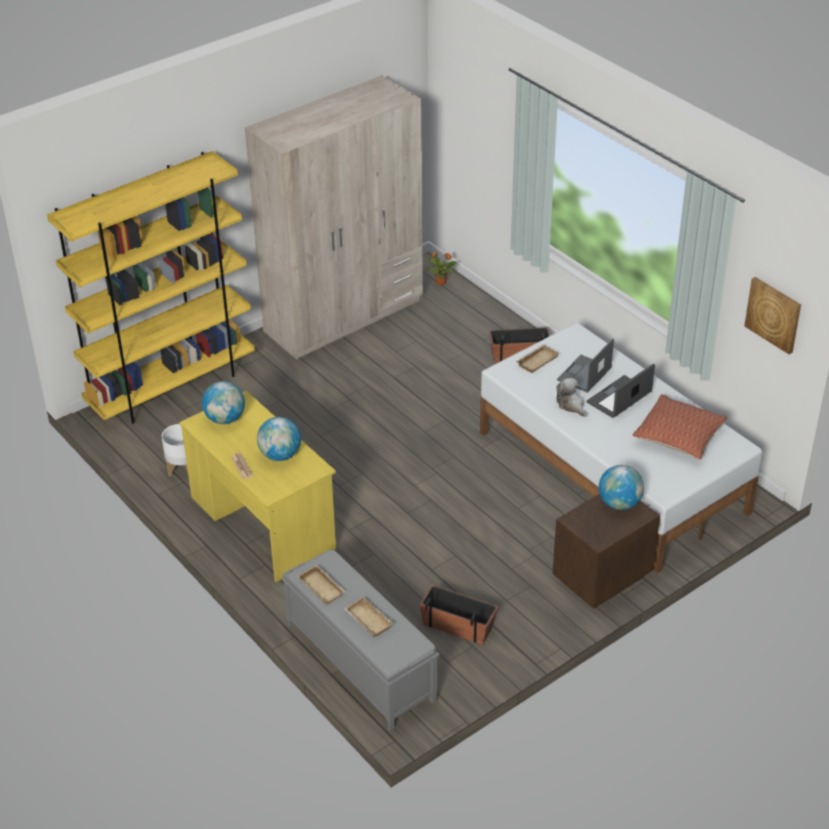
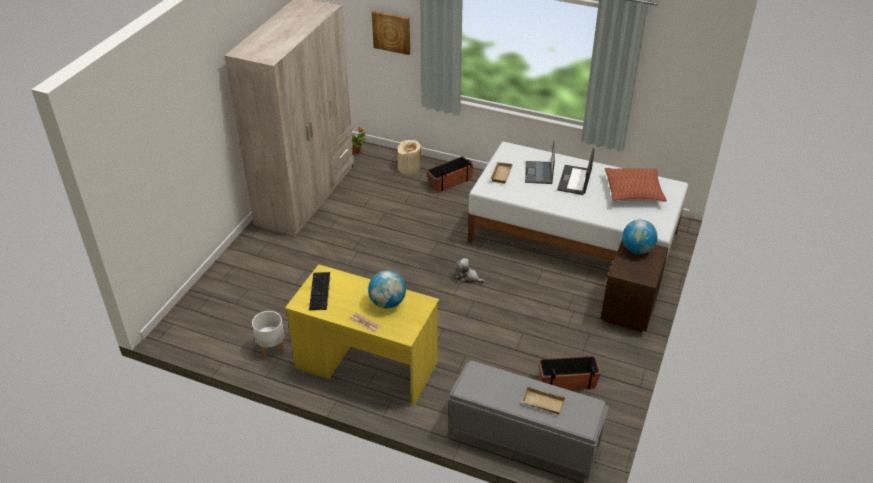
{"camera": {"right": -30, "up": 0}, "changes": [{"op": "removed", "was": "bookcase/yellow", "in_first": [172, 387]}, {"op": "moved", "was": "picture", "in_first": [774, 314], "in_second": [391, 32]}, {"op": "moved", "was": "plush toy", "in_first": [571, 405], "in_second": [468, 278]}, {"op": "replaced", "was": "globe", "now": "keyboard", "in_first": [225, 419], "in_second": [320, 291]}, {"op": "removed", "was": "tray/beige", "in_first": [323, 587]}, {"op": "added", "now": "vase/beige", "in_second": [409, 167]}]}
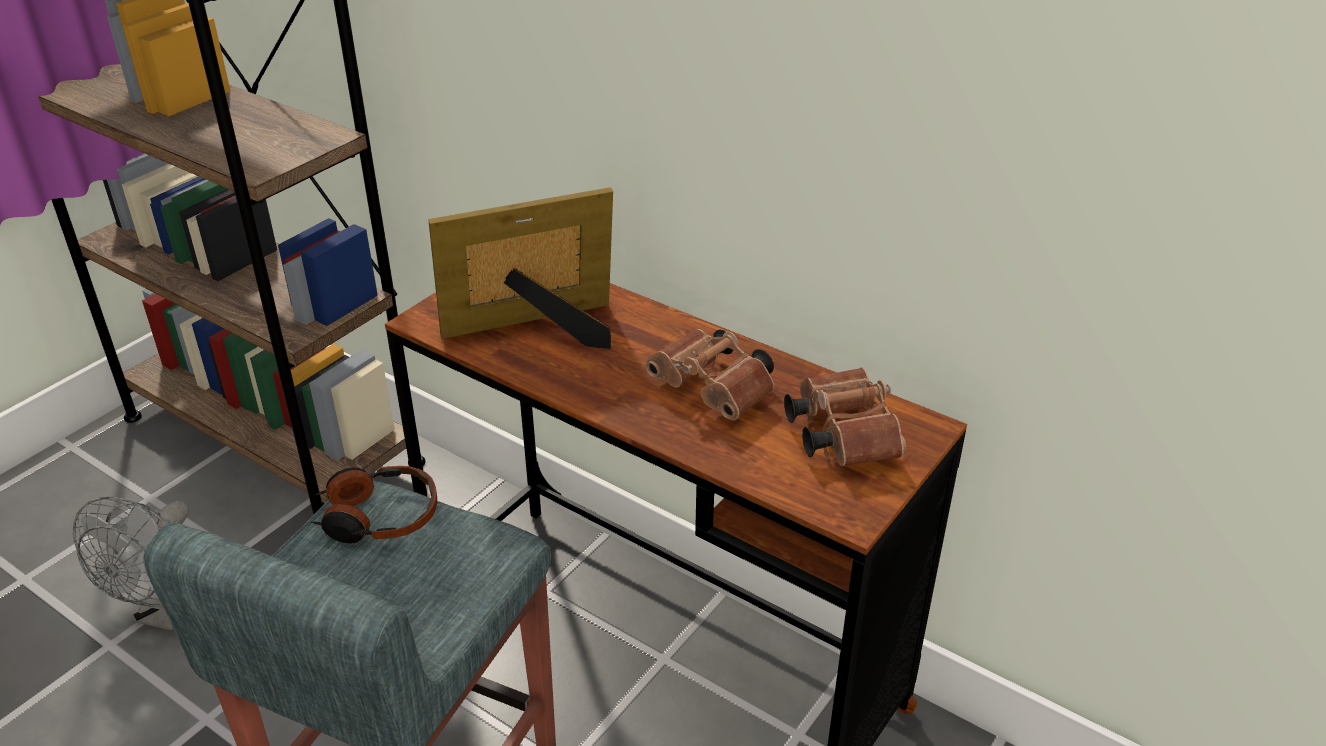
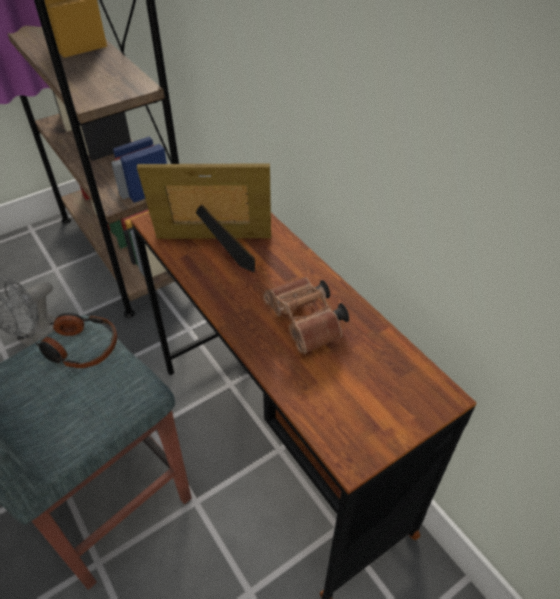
{"camera": {"right": 20, "up": 10}, "changes": [{"op": "removed", "was": "binoculars/brown", "in_first": [840, 434]}]}
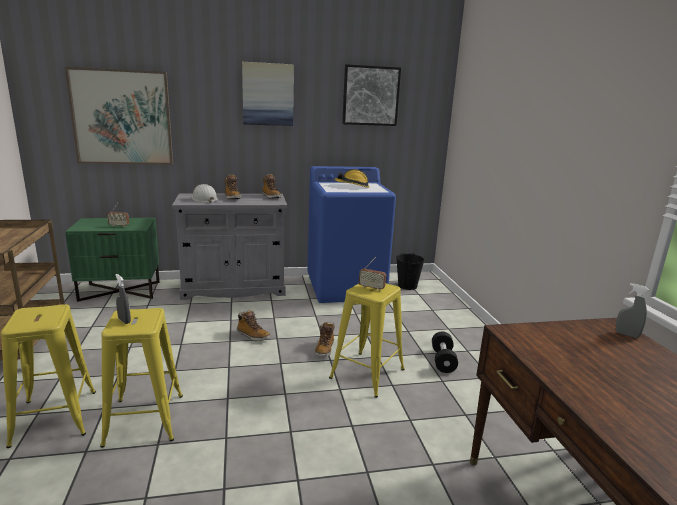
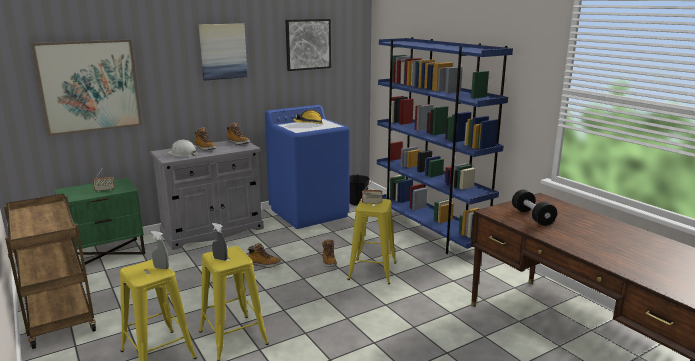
{"camera": {"right": -20, "up": 0}, "changes": [{"op": "moved", "was": "spray bottle/grey", "in_first": [627, 334], "in_second": [161, 268]}, {"op": "moved", "was": "dumbbell/black", "in_first": [443, 360], "in_second": [532, 217]}, {"op": "added", "now": "bookcase/blue", "in_second": [429, 231]}]}
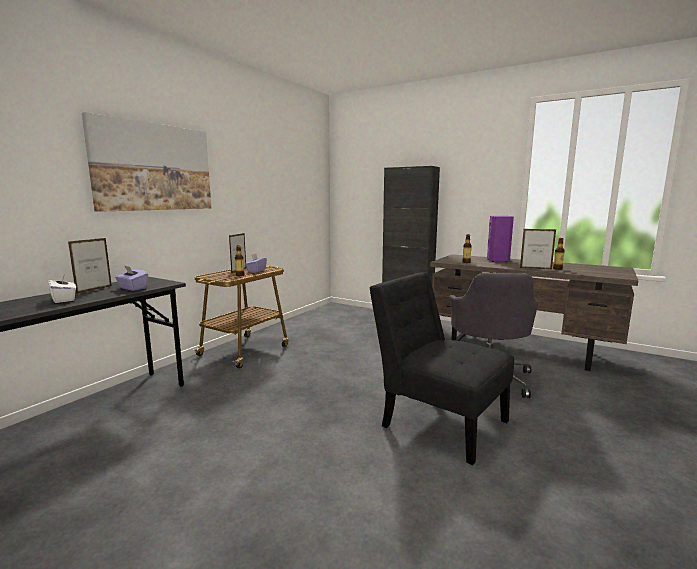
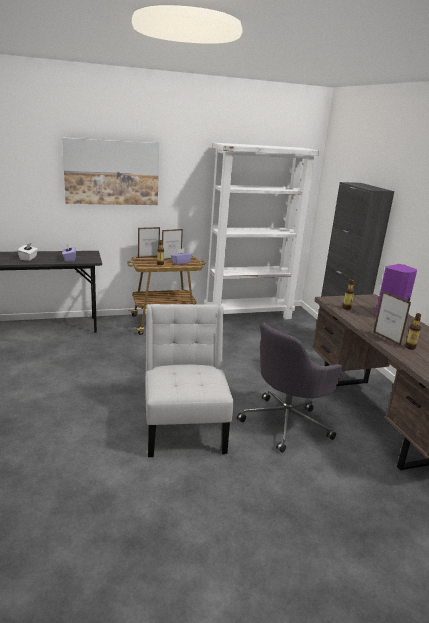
{"camera": {"right": 40, "up": 10}, "changes": [{"op": "moved", "was": "picture frame", "in_first": [94, 289], "in_second": [148, 257]}, {"op": "recoloured", "was": "chair/black", "now": "chair/white", "in_first": [438, 421], "in_second": [184, 426]}, {"op": "added", "now": "bookcase/white", "in_second": [248, 315]}]}
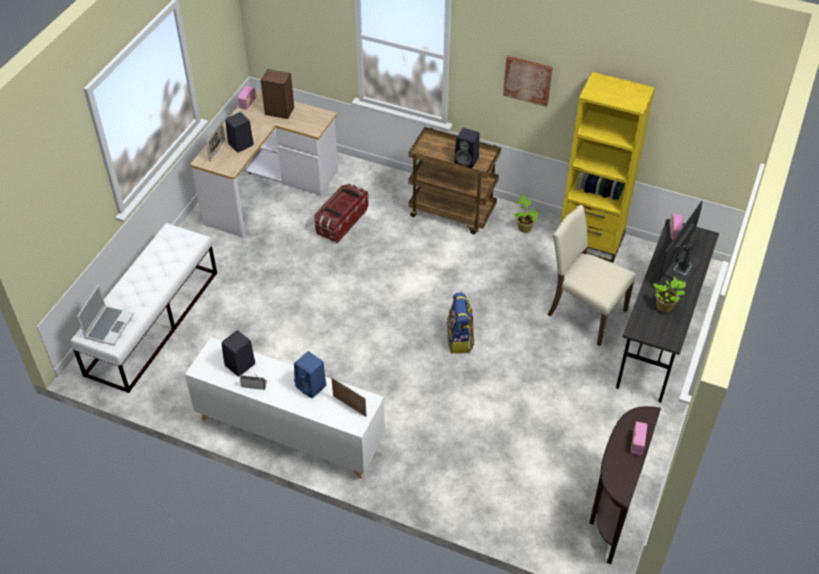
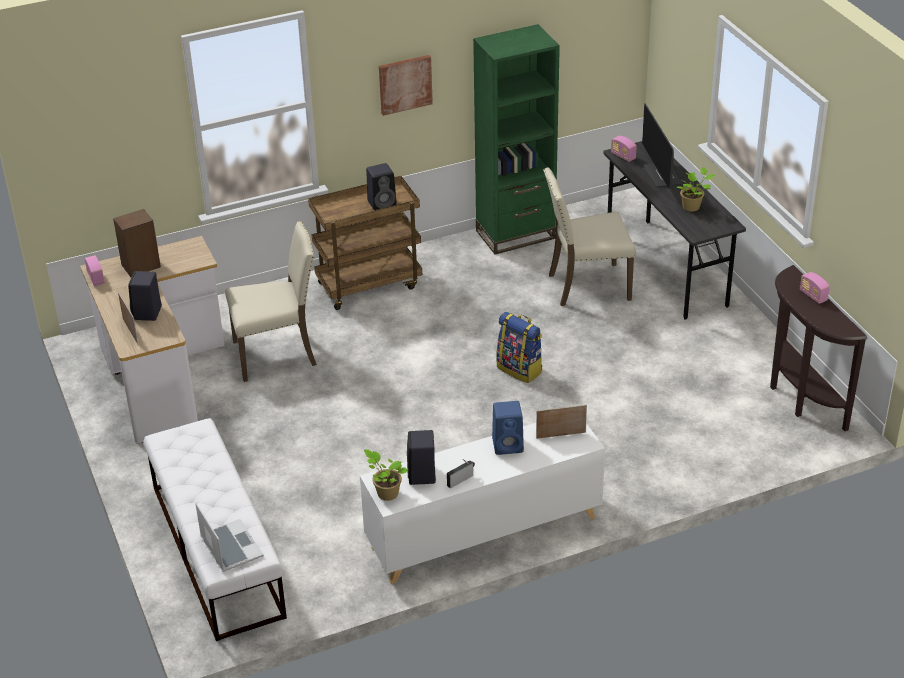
{"camera": {"right": -45, "up": -10}, "changes": [{"op": "recoloured", "was": "bookcase/yellow", "now": "bookcase/green", "in_first": [590, 241], "in_second": [515, 234]}, {"op": "replaced", "was": "storage box", "now": "chair/beige", "in_first": [341, 222], "in_second": [277, 354]}, {"op": "moved", "was": "potted plant", "in_first": [524, 227], "in_second": [386, 493]}]}
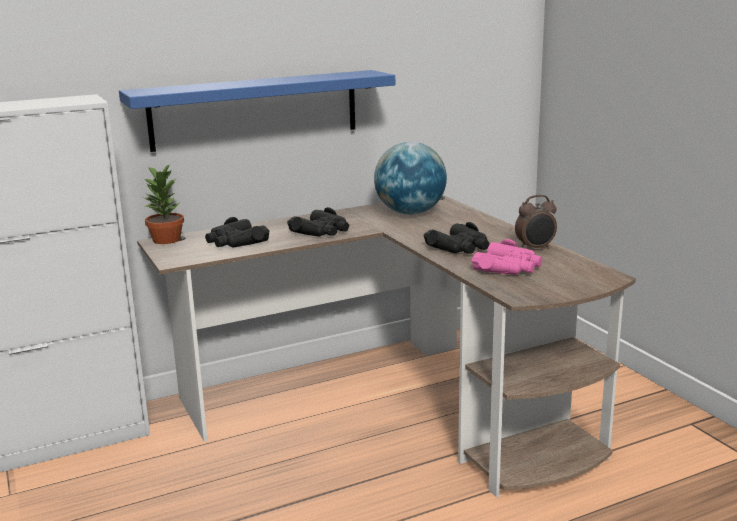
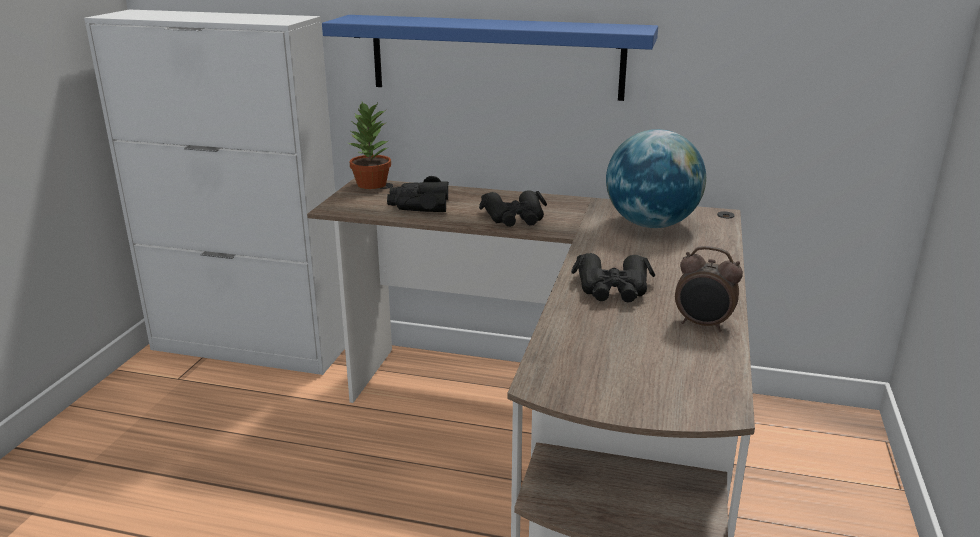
{"camera": {"right": 40, "up": 5}, "changes": [{"op": "removed", "was": "binoculars/pink", "in_first": [508, 268]}]}
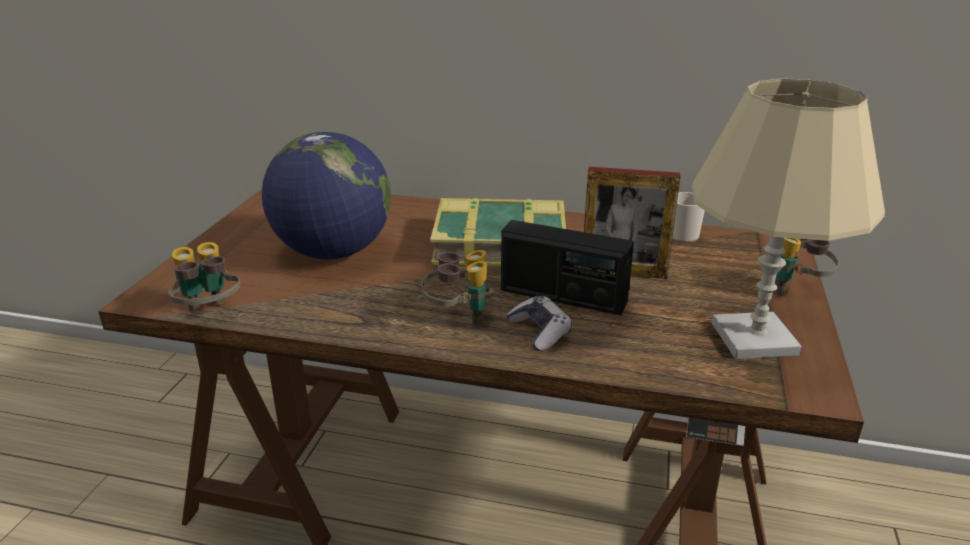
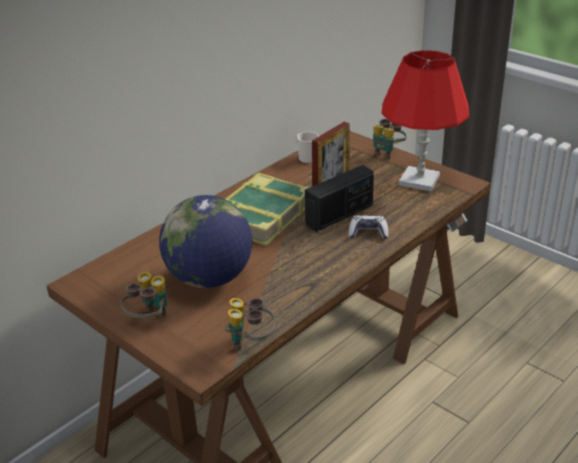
{"camera": {"right": -60, "up": 5}, "changes": [{"op": "recoloured", "was": "table lamp/beige", "now": "table lamp/red", "in_first": [755, 339], "in_second": [419, 180]}, {"op": "moved", "was": "binoculars", "in_first": [458, 317], "in_second": [149, 320]}]}
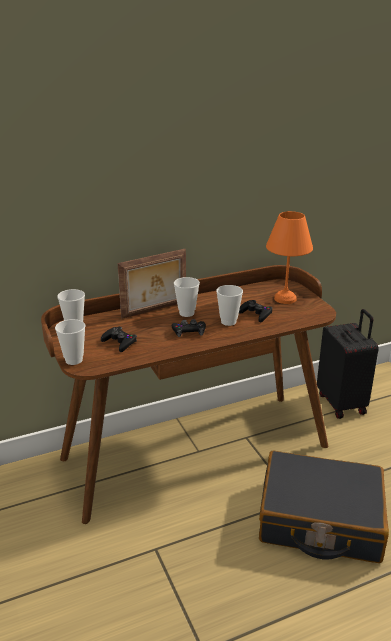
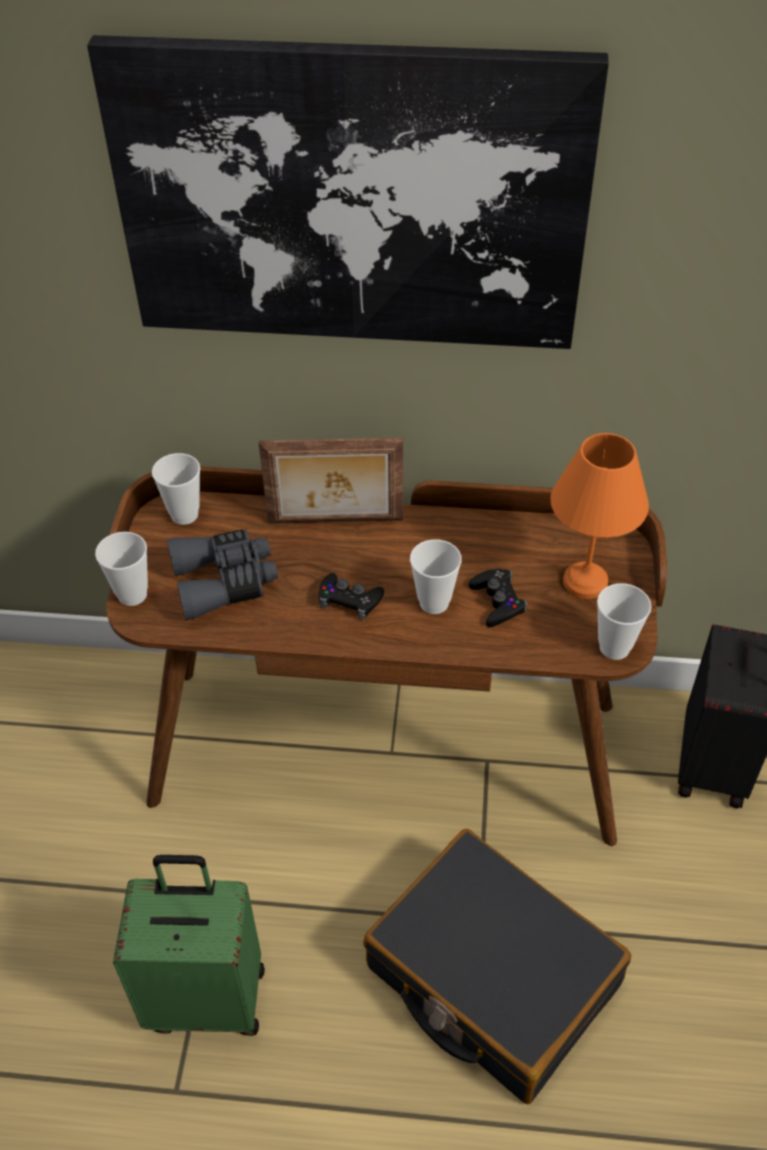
{"camera": {"right": 30, "up": 20}, "changes": [{"op": "moved", "was": "cup", "in_first": [186, 313], "in_second": [614, 647]}, {"op": "replaced", "was": "game controller/black", "now": "binoculars/grey", "in_first": [119, 342], "in_second": [224, 581]}, {"op": "added", "now": "picture", "in_second": [351, 199]}, {"op": "added", "now": "suitcase/green", "in_second": [207, 996]}]}
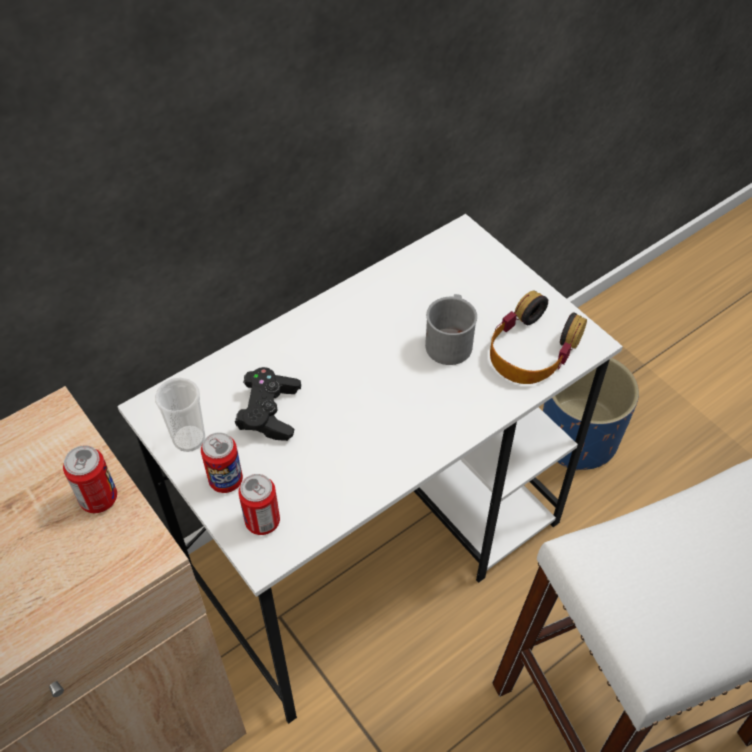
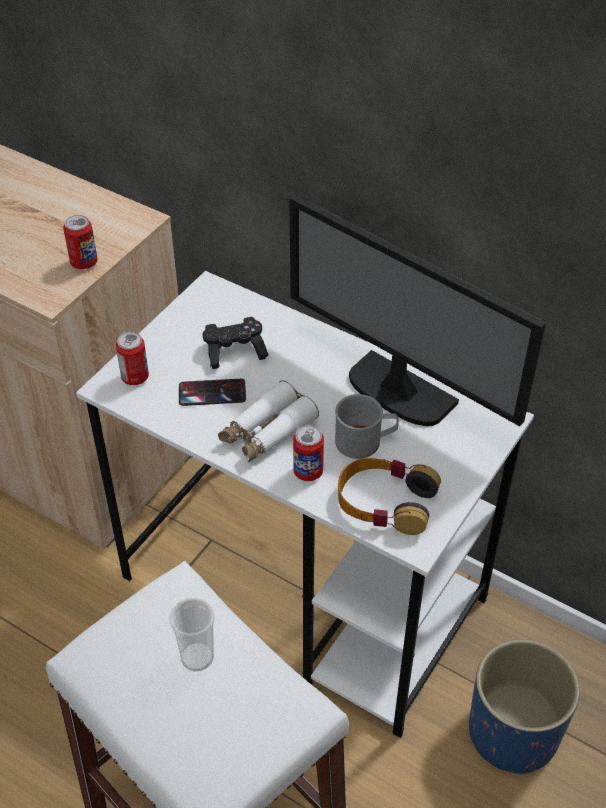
{"camera": {"right": 70, "up": -5}, "changes": [{"op": "moved", "was": "cup", "in_first": [189, 439], "in_second": [197, 657]}, {"op": "moved", "was": "can", "in_first": [226, 480], "in_second": [308, 471]}, {"op": "added", "now": "monitor", "in_second": [398, 393]}, {"op": "added", "now": "phone", "in_second": [212, 393]}, {"op": "added", "now": "binoculars/white", "in_second": [267, 431]}]}
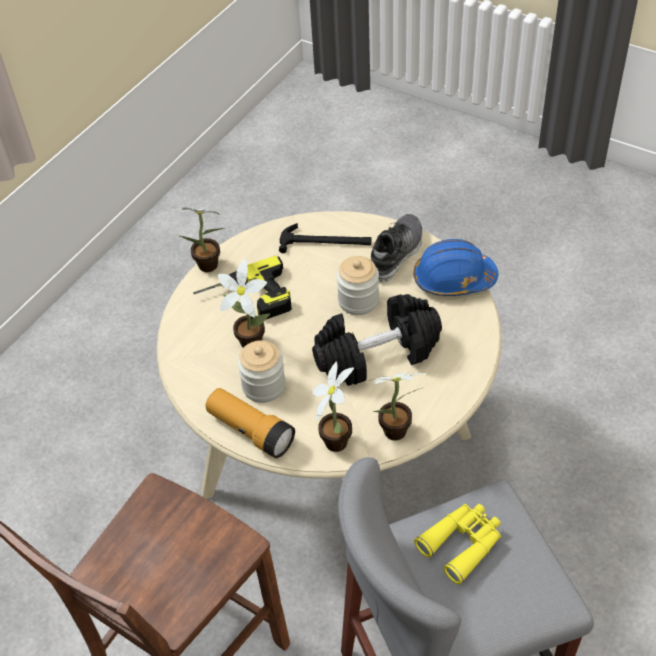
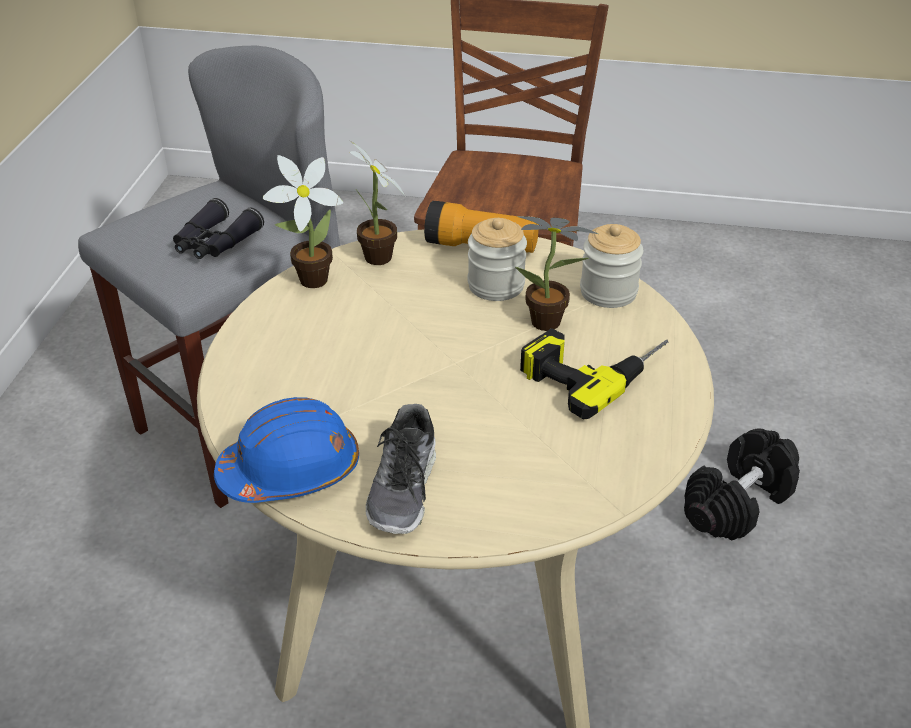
{"camera": {"right": 155, "up": -10}, "changes": [{"op": "removed", "was": "potted plant", "in_first": [211, 266]}, {"op": "removed", "was": "hammer", "in_first": [325, 241]}, {"op": "moved", "was": "jar", "in_first": [358, 300], "in_second": [608, 292]}, {"op": "moved", "was": "dumbbell/black", "in_first": [377, 354], "in_second": [738, 503]}, {"op": "recoloured", "was": "binoculars/yellow", "now": "binoculars/black", "in_first": [462, 543], "in_second": [215, 243]}]}
